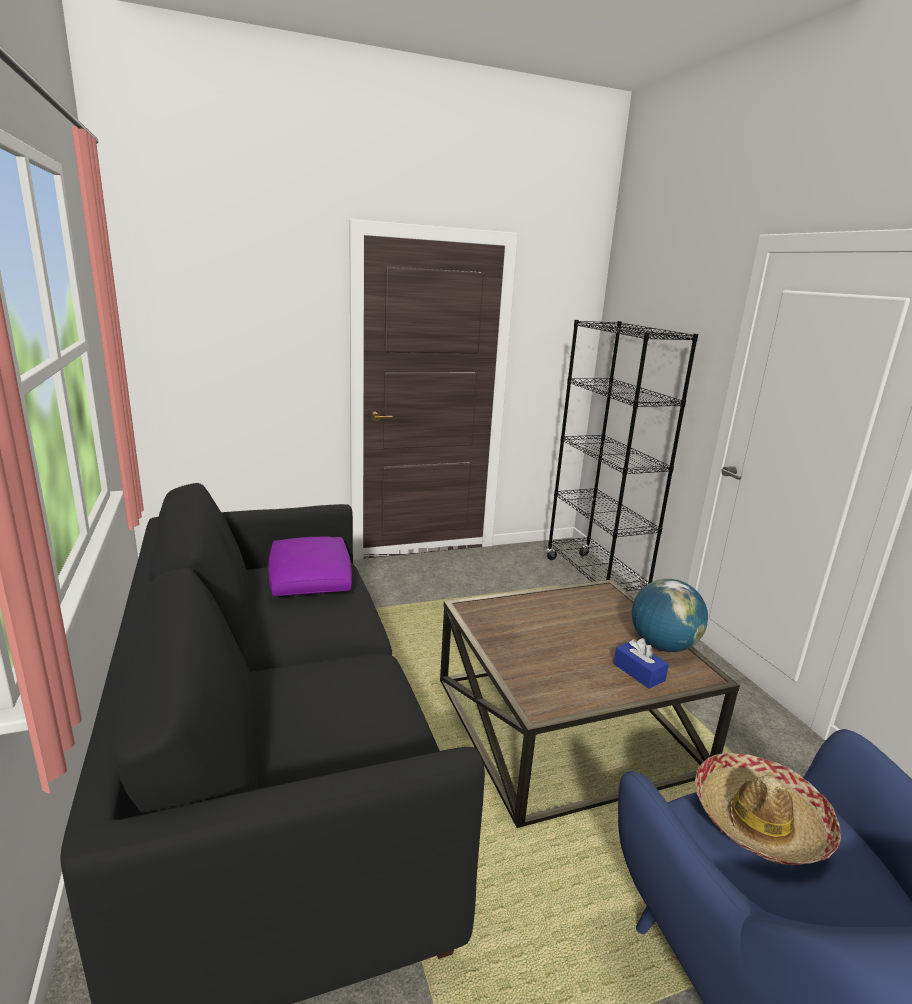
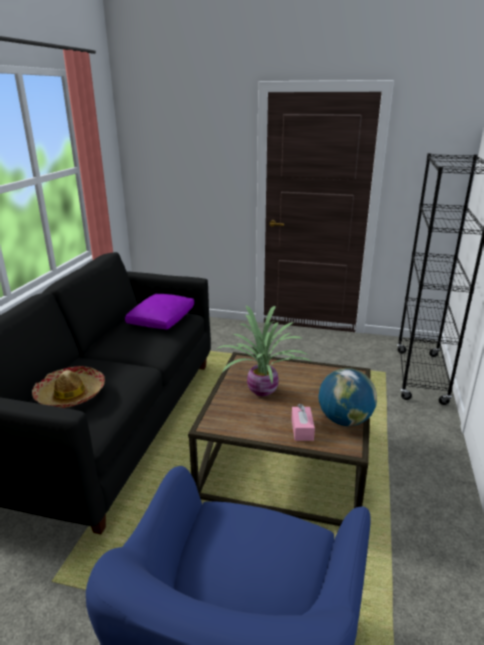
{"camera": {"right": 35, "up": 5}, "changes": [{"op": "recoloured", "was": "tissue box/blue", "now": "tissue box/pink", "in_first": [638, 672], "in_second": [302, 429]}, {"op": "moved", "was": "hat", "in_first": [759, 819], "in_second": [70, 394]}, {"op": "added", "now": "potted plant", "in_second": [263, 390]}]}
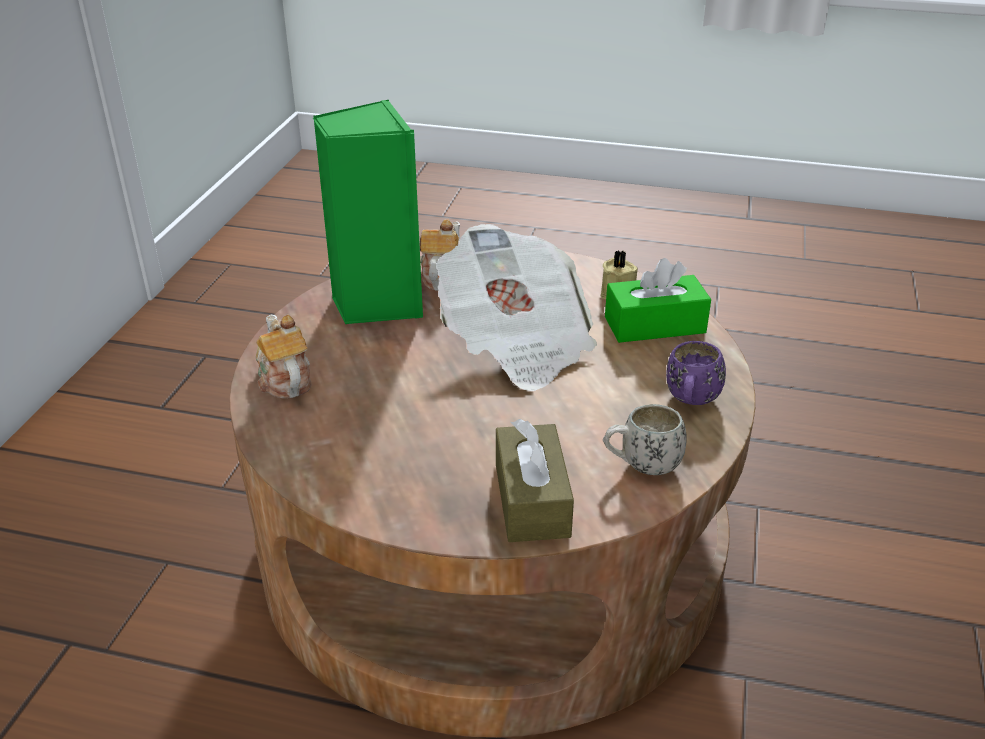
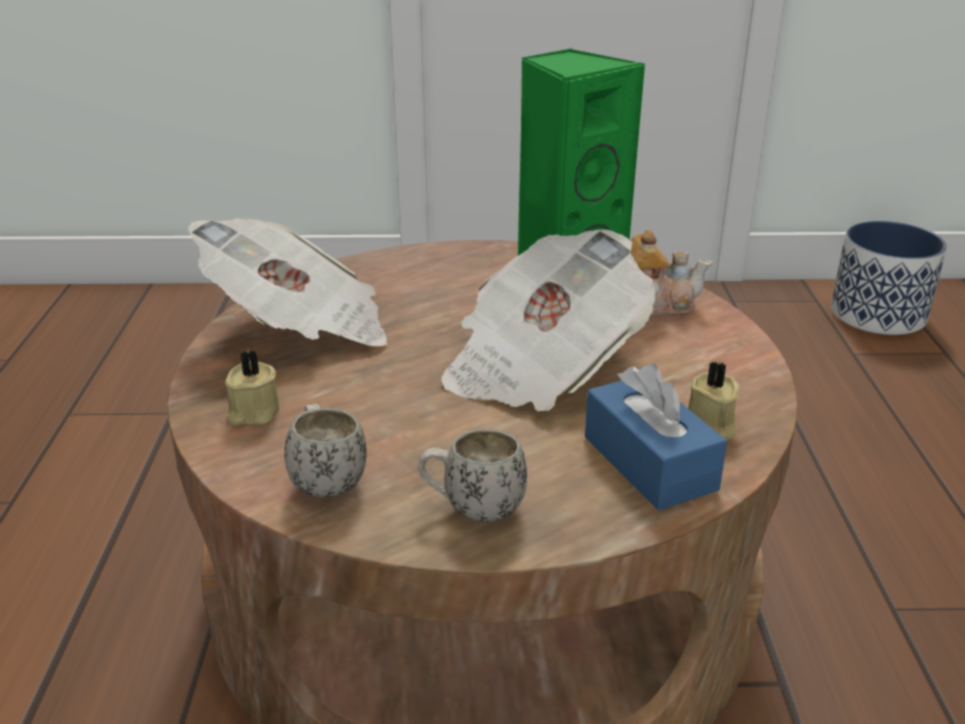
{"camera": {"right": 75, "up": -5}, "changes": [{"op": "recoloured", "was": "tissue box/green", "now": "tissue box/blue", "in_first": [654, 325], "in_second": [649, 463]}, {"op": "removed", "was": "teapot", "in_first": [284, 379]}, {"op": "recoloured", "was": "mug/purple", "now": "mug/white", "in_first": [691, 402], "in_second": [472, 508]}, {"op": "replaced", "was": "tissue box/brown", "now": "candle/beige", "in_first": [531, 500], "in_second": [253, 413]}, {"op": "added", "now": "newspaper", "in_second": [300, 327]}, {"op": "added", "now": "planter", "in_second": [878, 315]}]}
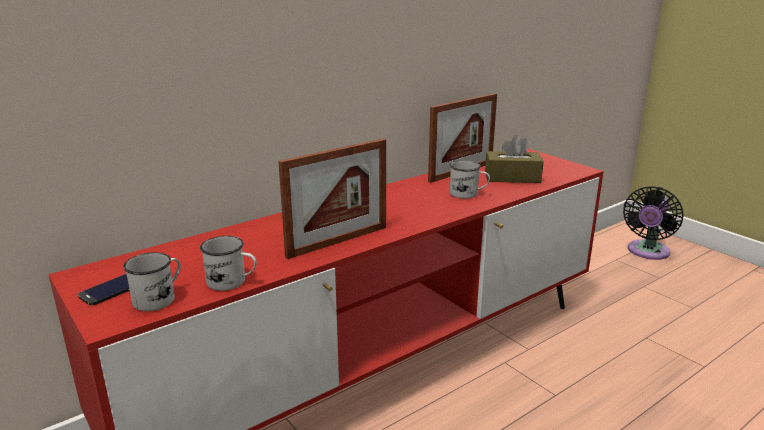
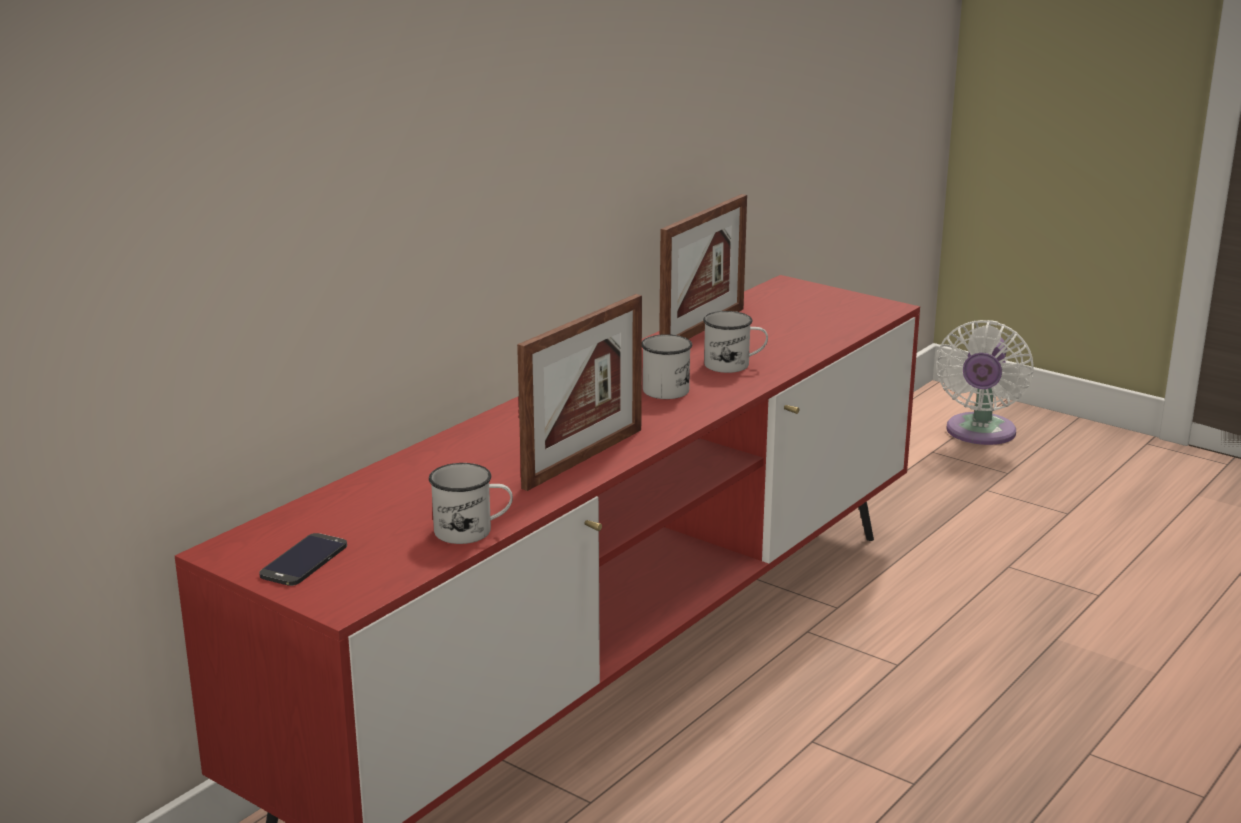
{"camera": {"right": -15, "up": 0}, "changes": [{"op": "removed", "was": "tissue box/brown", "in_first": [512, 177]}, {"op": "recoloured", "was": "fan/black", "now": "fan/white", "in_first": [647, 252], "in_second": [979, 434]}, {"op": "moved", "was": "mug/white", "in_first": [159, 298], "in_second": [668, 388]}]}
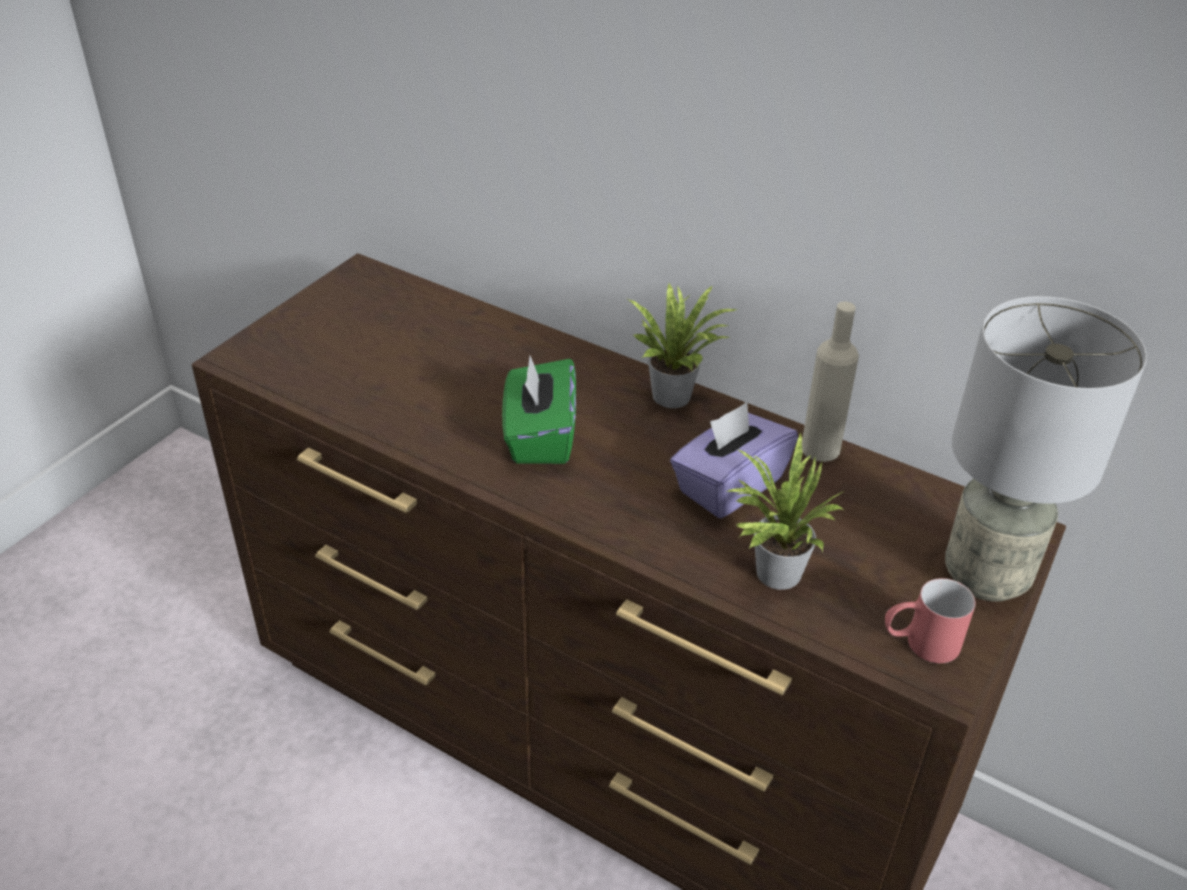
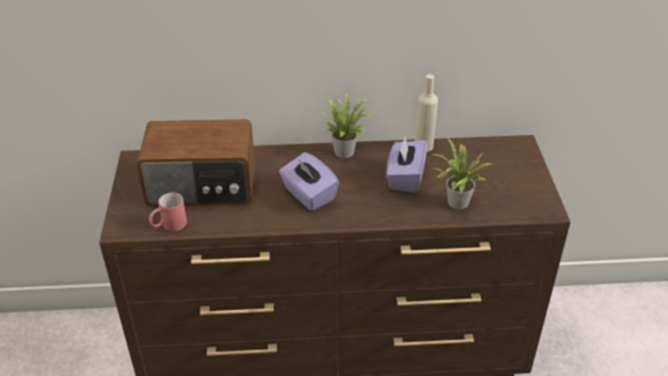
{"camera": {"right": -35, "up": 0}, "changes": [{"op": "removed", "was": "table lamp/grey", "in_first": [987, 577]}, {"op": "recoloured", "was": "tissue box/green", "now": "tissue box/purple", "in_first": [539, 437], "in_second": [308, 195]}, {"op": "moved", "was": "mug/red", "in_first": [919, 643], "in_second": [169, 226]}, {"op": "added", "now": "radio", "in_second": [202, 186]}]}
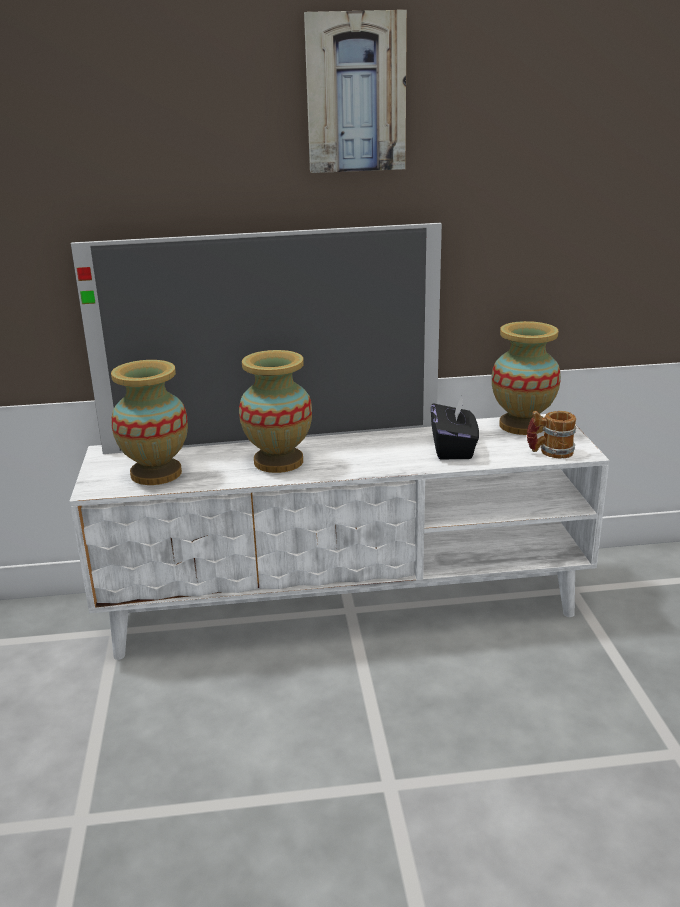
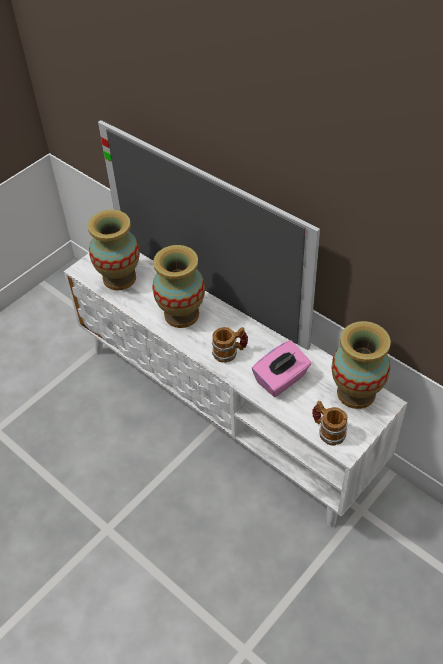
{"camera": {"right": 50, "up": 25}, "changes": [{"op": "removed", "was": "picture", "in_first": [355, 93]}, {"op": "recoloured", "was": "tissue box/black", "now": "tissue box/pink", "in_first": [453, 448], "in_second": [281, 379]}, {"op": "added", "now": "mug", "in_second": [230, 352]}]}
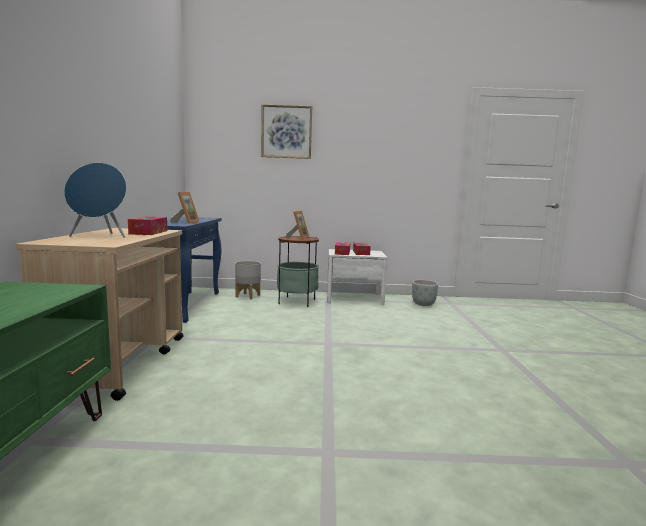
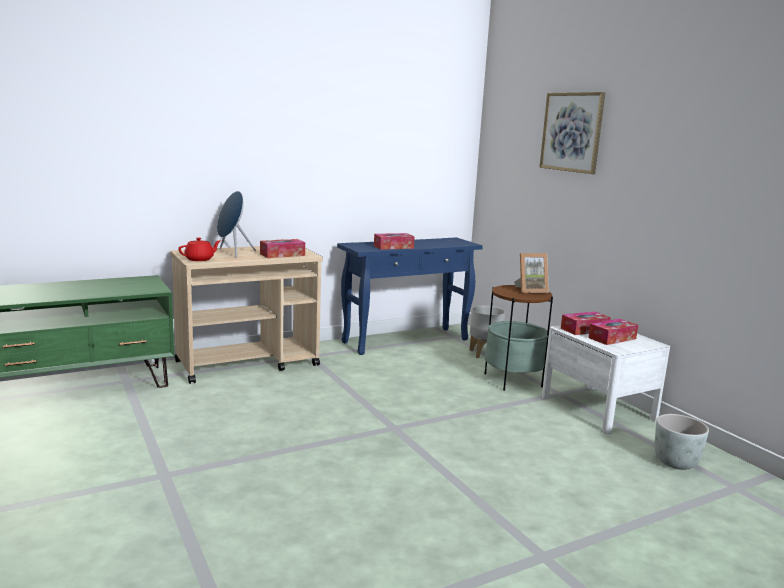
{"camera": {"right": 60, "up": 5}, "changes": [{"op": "replaced", "was": "picture frame", "now": "tissue box", "in_first": [186, 222], "in_second": [393, 247]}, {"op": "added", "now": "teapot/red", "in_second": [200, 259]}]}
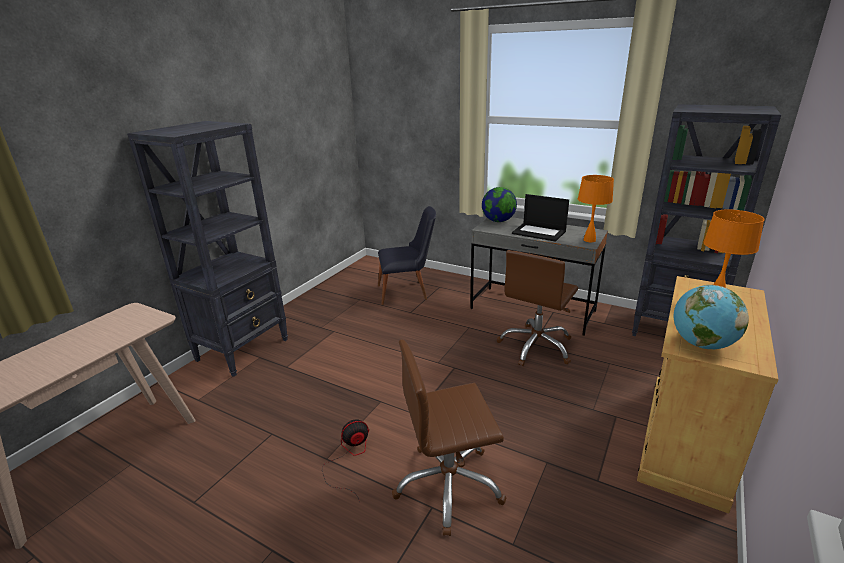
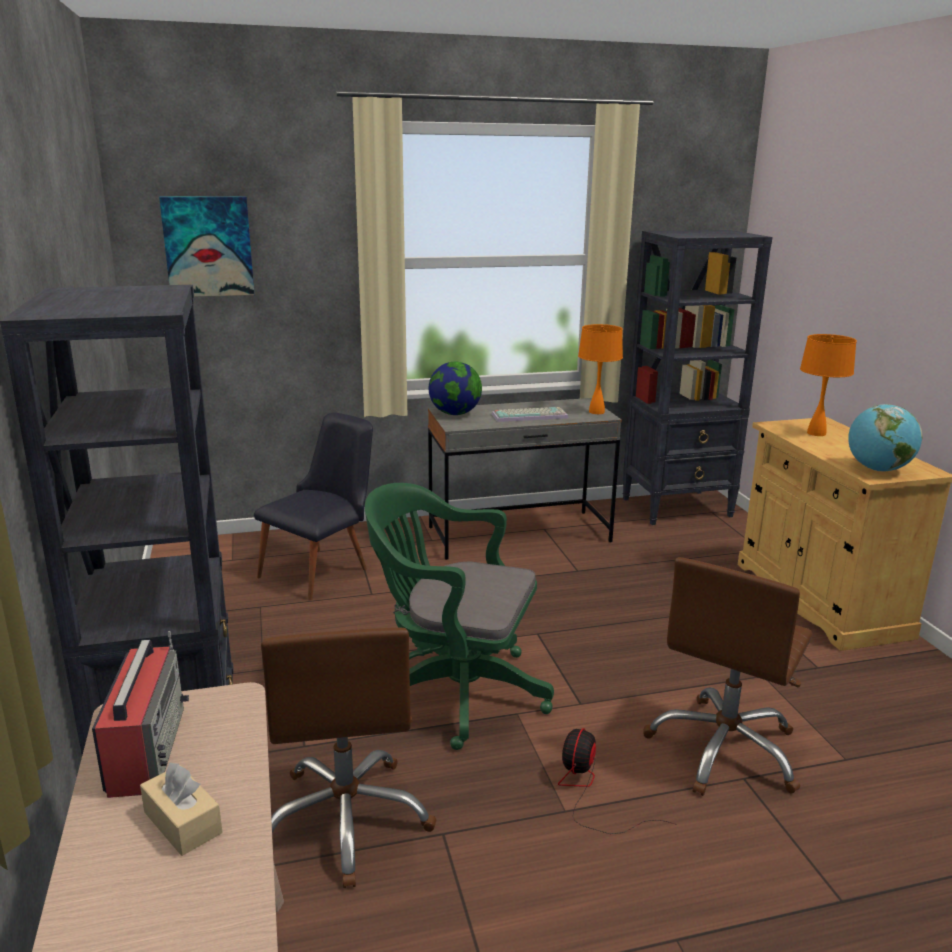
{"camera": {"right": -45, "up": -5}, "changes": [{"op": "replaced", "was": "laptop", "now": "keyboard", "in_first": [539, 232], "in_second": [530, 415]}, {"op": "moved", "was": "office chair/brown", "in_first": [536, 346], "in_second": [347, 818]}, {"op": "added", "now": "picture", "in_second": [208, 246]}, {"op": "added", "now": "office chair/green", "in_second": [454, 690]}, {"op": "added", "now": "radio", "in_second": [147, 748]}, {"op": "added", "now": "tissue box/beige", "in_second": [182, 822]}]}
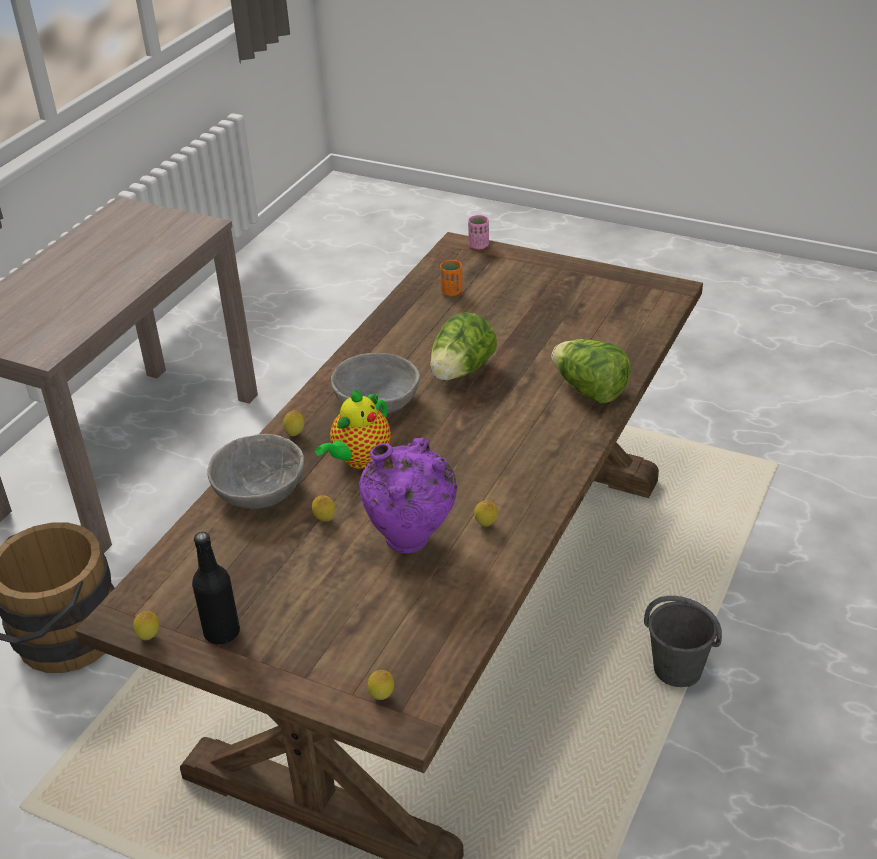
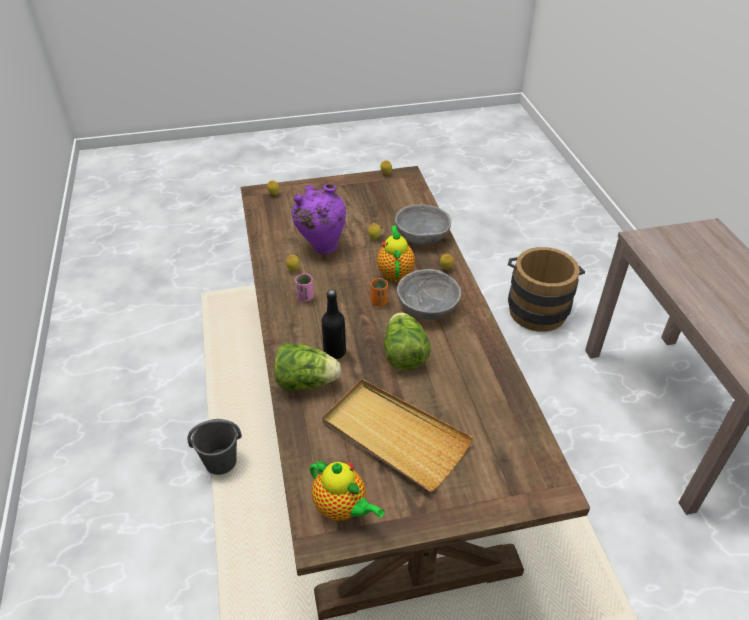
{"camera": {"right": 140, "up": 5}, "changes": [{"op": "moved", "was": "cup/pink", "in_first": [479, 245], "in_second": [305, 297]}, {"op": "moved", "was": "cup/orange", "in_first": [451, 292], "in_second": [379, 302]}, {"op": "moved", "was": "bottle/black", "in_first": [222, 632], "in_second": [334, 352]}, {"op": "added", "now": "tray/beige", "in_second": [394, 436]}, {"op": "added", "now": "teapot", "in_second": [342, 508]}]}
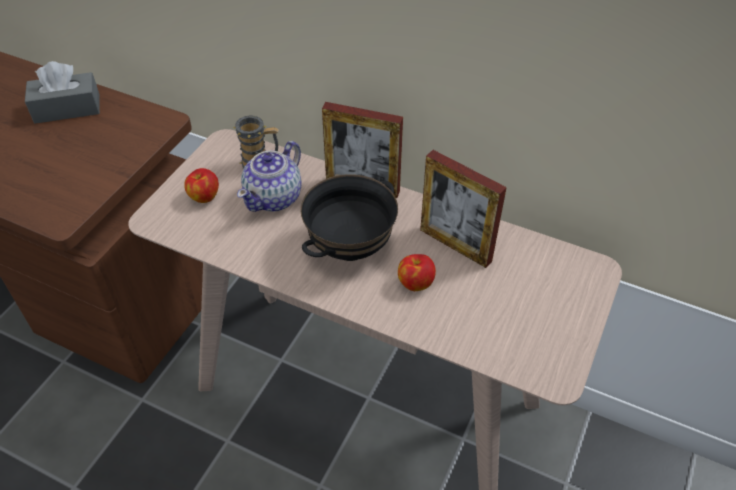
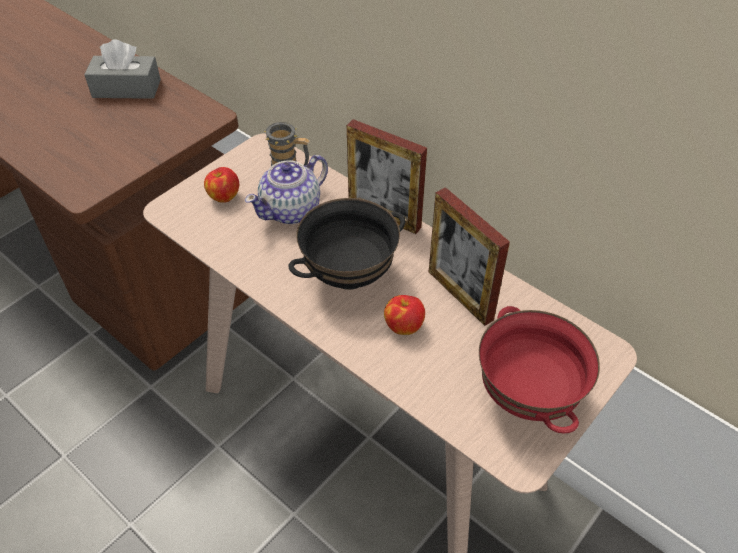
{"camera": {"right": 15, "up": 0}, "changes": [{"op": "added", "now": "bowl/red", "in_second": [525, 397]}]}
